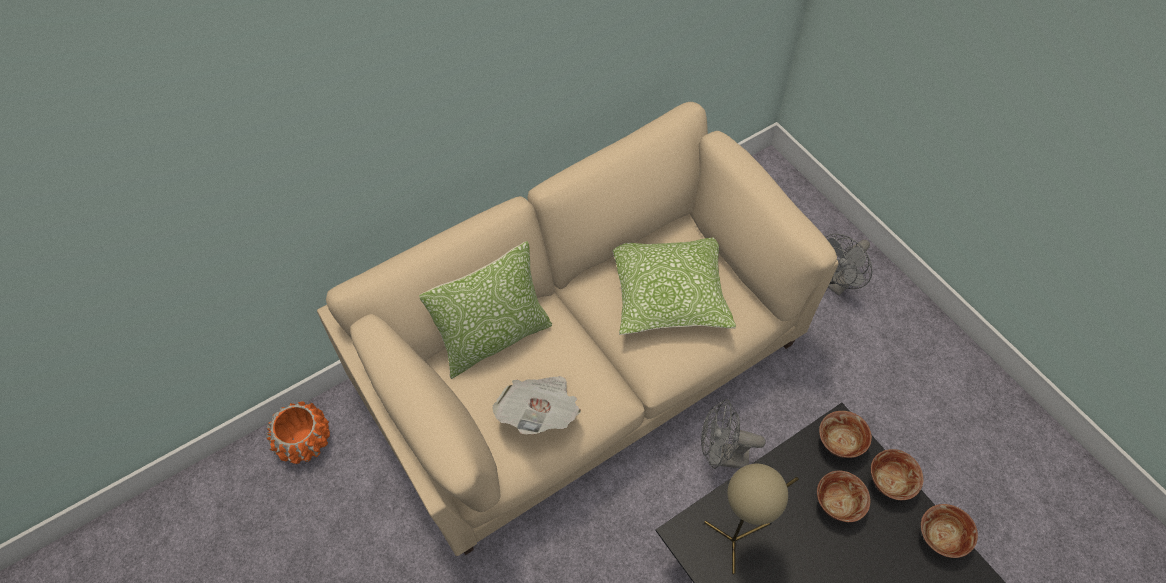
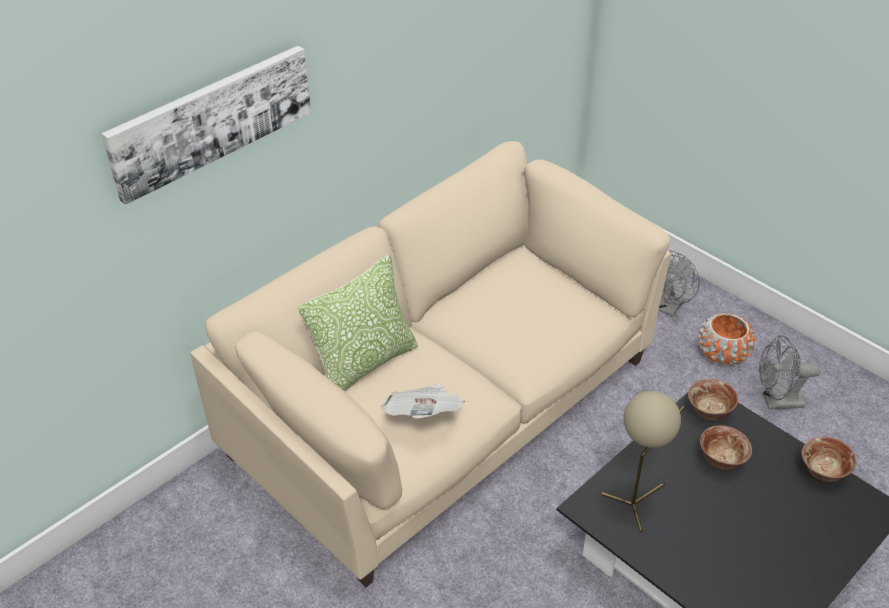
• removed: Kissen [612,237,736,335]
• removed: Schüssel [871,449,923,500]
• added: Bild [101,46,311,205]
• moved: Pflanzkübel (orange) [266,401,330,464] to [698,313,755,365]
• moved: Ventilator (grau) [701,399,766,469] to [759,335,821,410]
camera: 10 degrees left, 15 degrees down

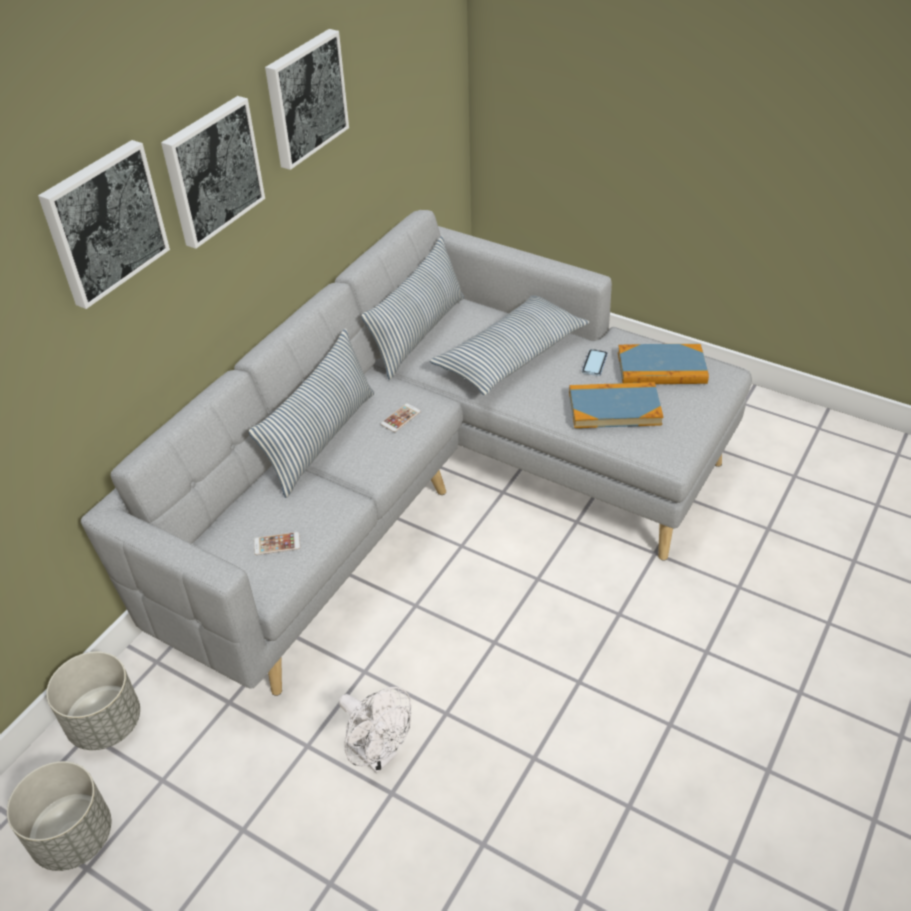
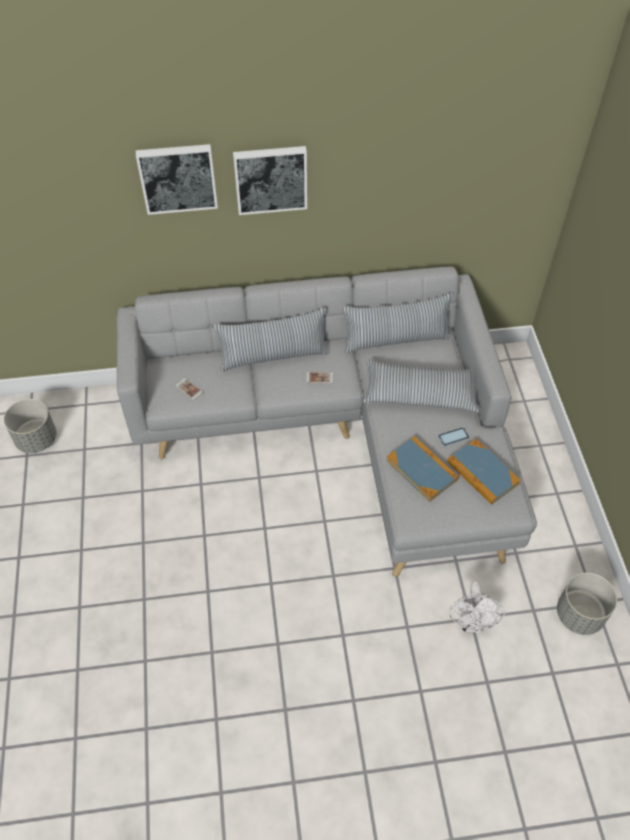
• removed: Bild [265,29,349,170]
• moved: Pflanzkübel (grau) [46,652,140,750] to [557,573,617,635]
• moved: Ventilator (weiß) [339,687,411,773] to [449,581,505,633]
camera: 50 degrees right, 10 degrees up

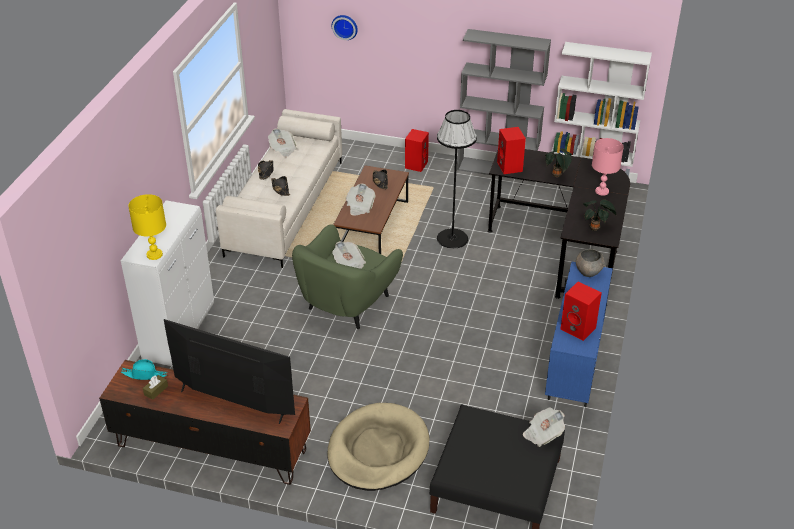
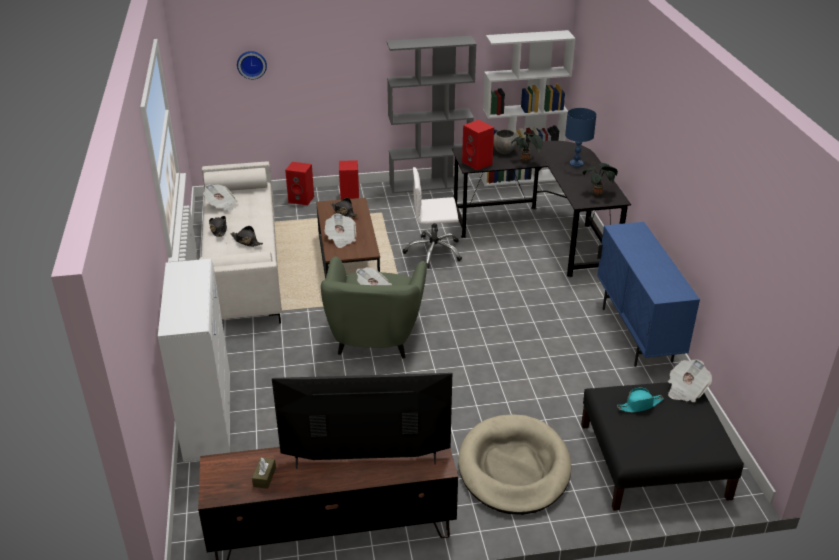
• removed: Tischlampe (gelb) [128,194,166,260]
• moved: Hut (türkis) [121,359,167,380] to [617,388,664,413]
• moved: Lautsprecher (rot) [561,281,602,341] to [285,162,314,205]
• moved: Schüssel (grau) [576,249,605,277] to [493,130,519,154]
• replaced: Stehlampe (schwarz) [437,110,477,249] to Bürostuhl (weiß) [403,167,462,268]
• recoloured: Tischlampe (rosa) [592,138,624,196] to Tischlampe (blau) [565,108,596,167]
camera: 25 degrees left, 5 degrees down

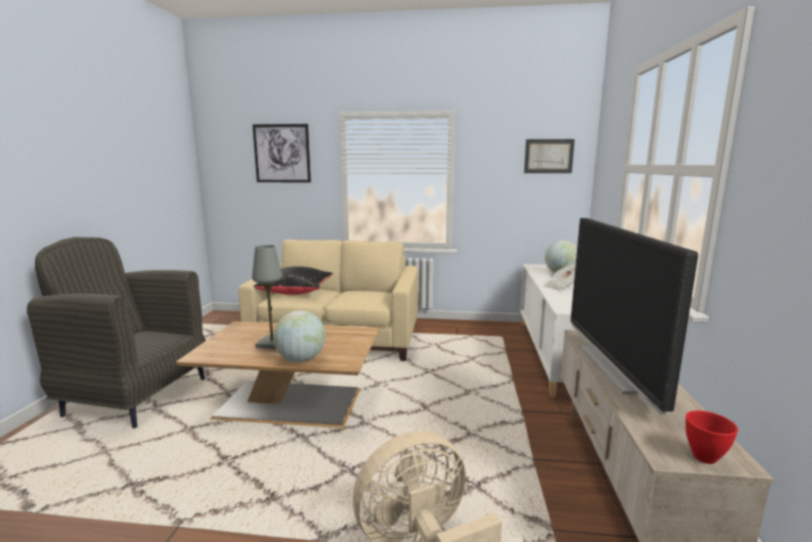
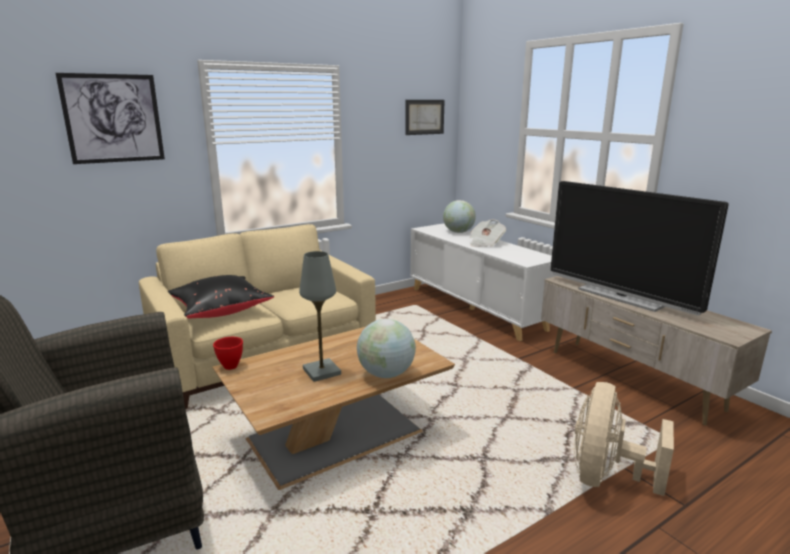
• moved: Schüssel (rot) [686,410,738,464] to [213,337,243,370]
camera: 40 degrees left, 5 degrees up

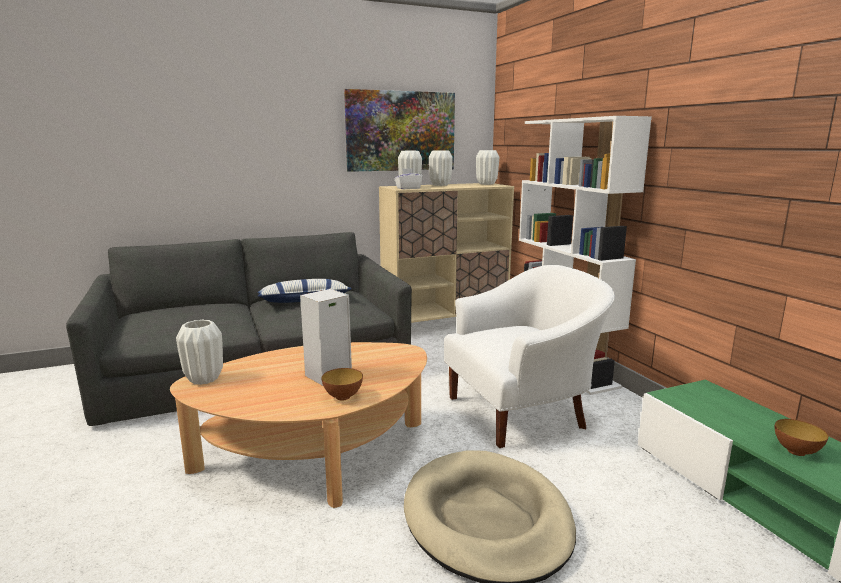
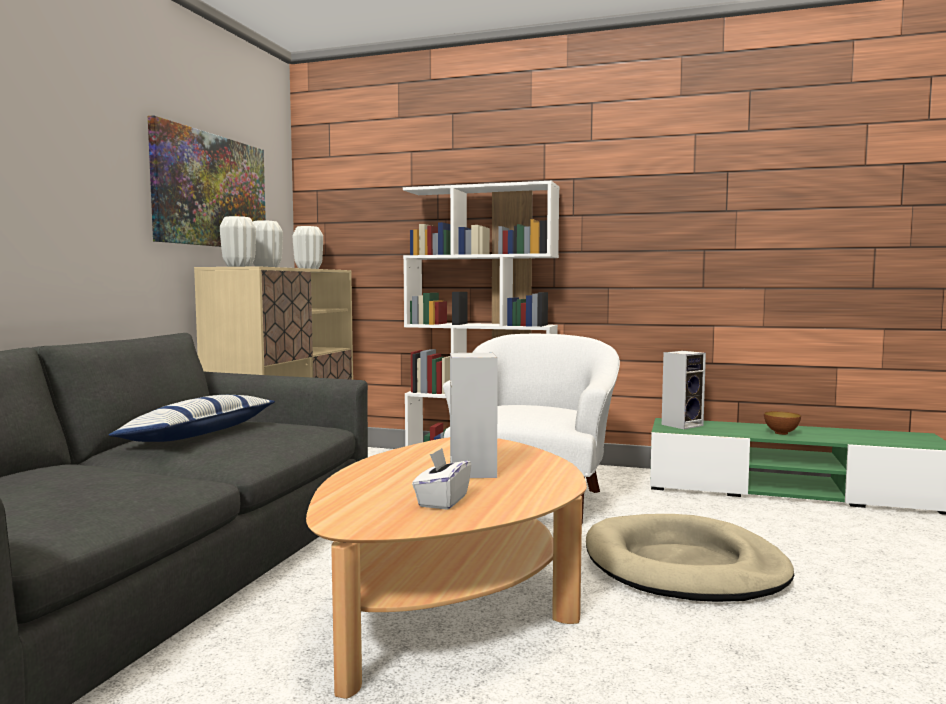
• removed: Vase (weiß) [176,320,223,385]
• removed: Schüssel [322,368,363,401]
• added: Lautsprecher [662,351,706,429]
• moved: Taschentuchbox (weiß) [394,168,423,189] to [412,448,471,510]
camera: 50 degrees left, 10 degrees down

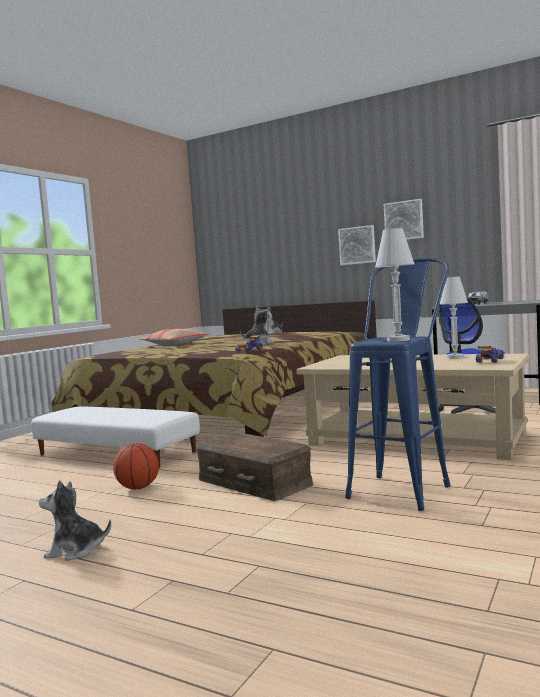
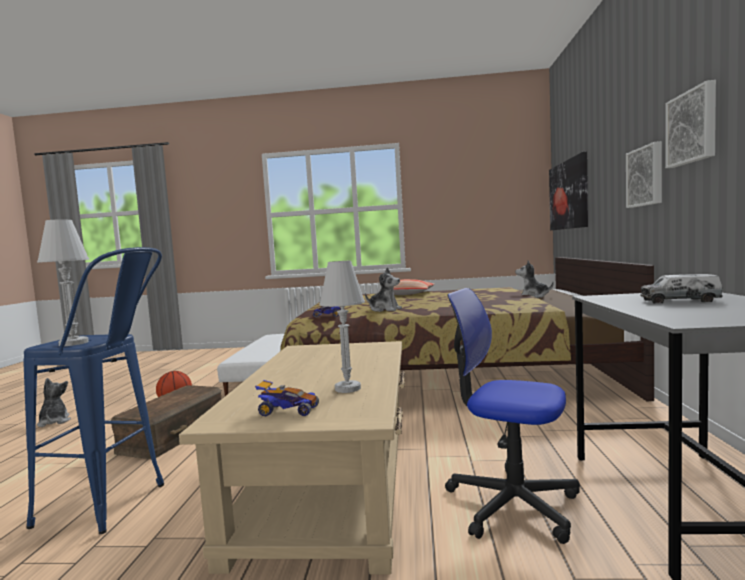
• added: Bild [549,152,588,230]
camera: 65 degrees right, 0 degrees up

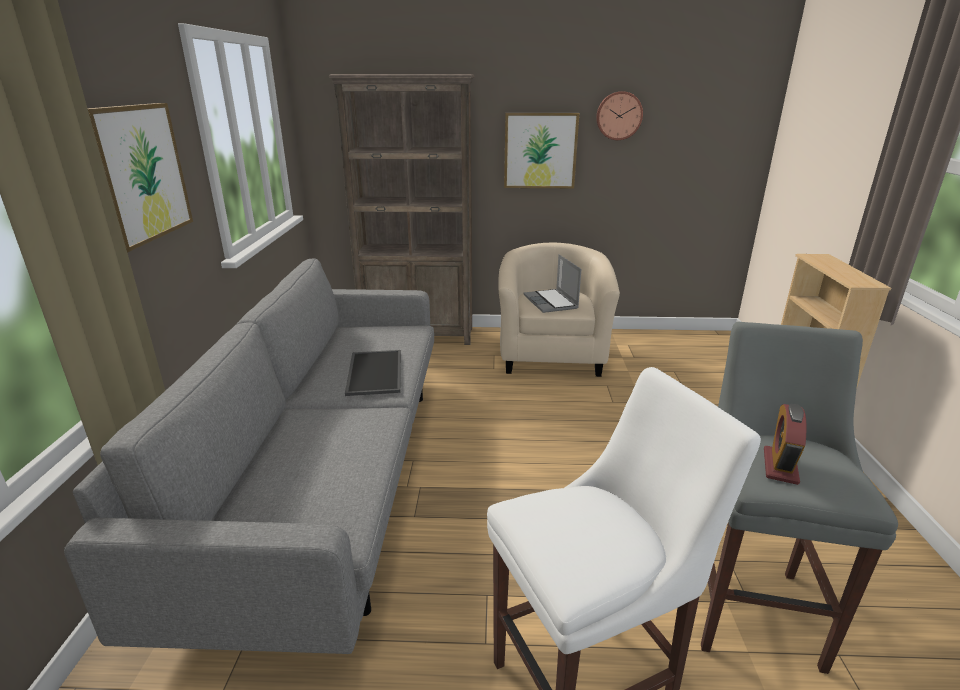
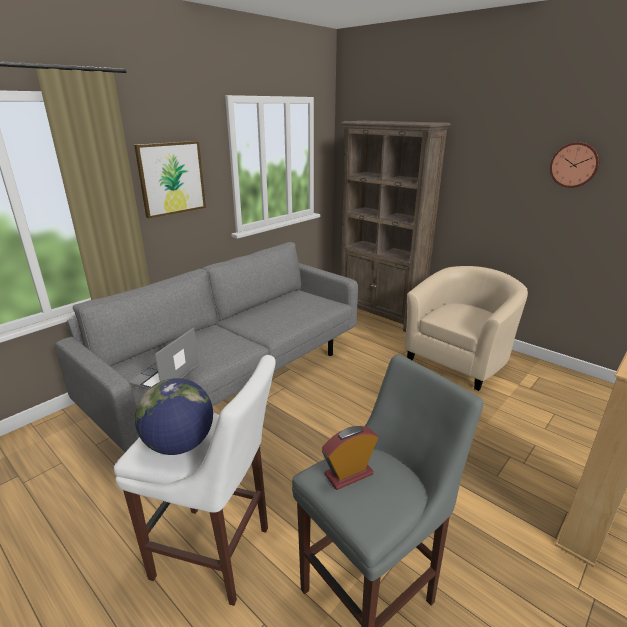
• removed: Tablett [345,350,401,396]
• removed: Bild [504,113,579,188]
• added: Globus [135,378,213,455]
• moved: Laptop [524,254,581,313] to [129,328,199,390]
camera: 40 degrees right, 0 degrees up

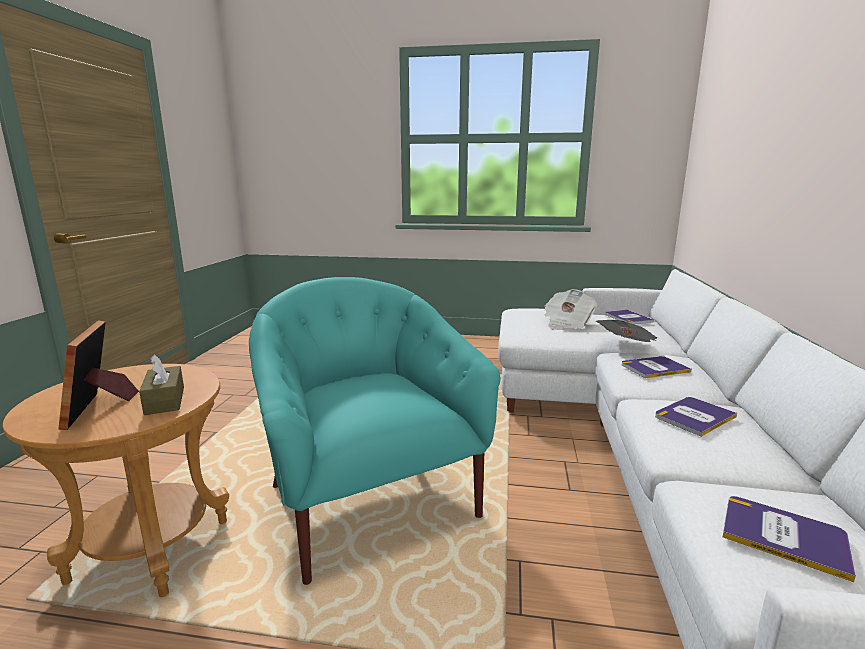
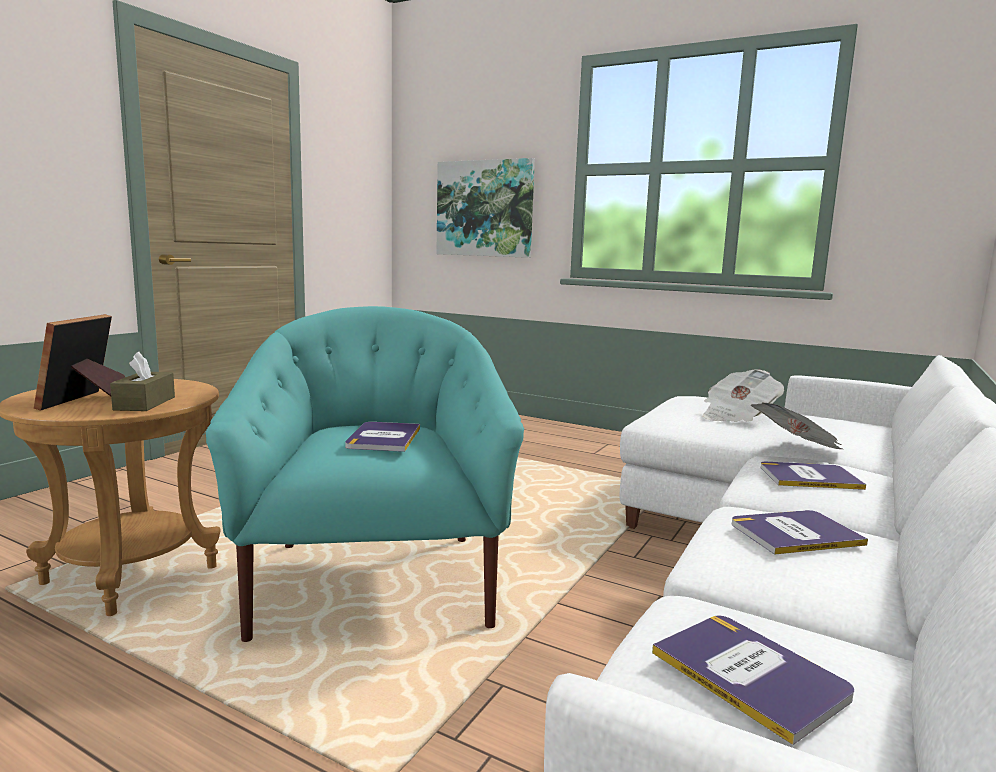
• added: Bild [436,158,535,258]
• moved: Buch [605,310,654,324] to [345,422,420,452]
camera: 20 degrees right, 5 degrees down

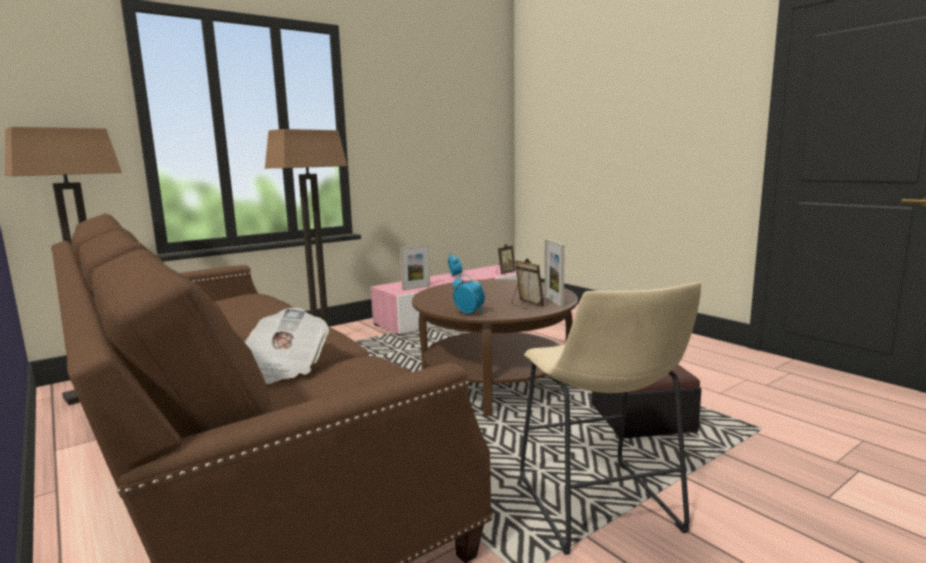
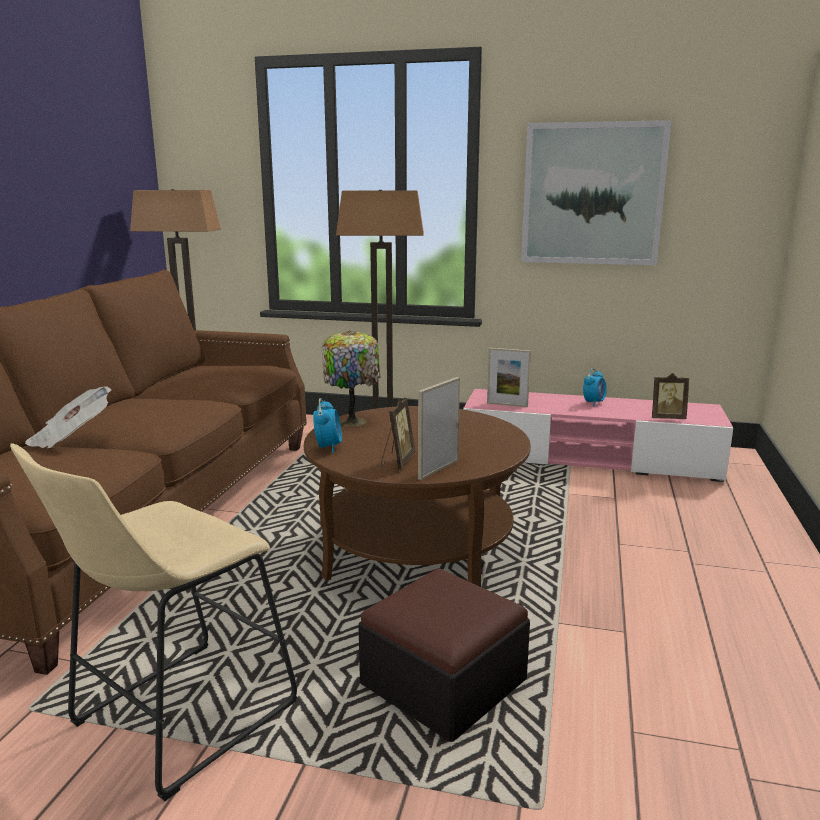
• added: Tischlampe [322,330,380,426]
• added: Bild [521,120,672,265]
camera: 50 degrees right, 5 degrees up

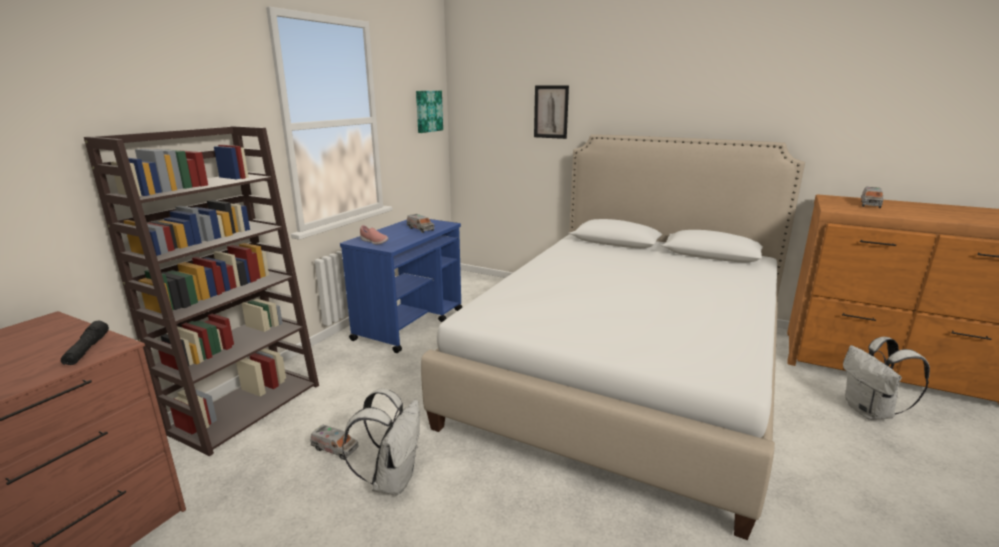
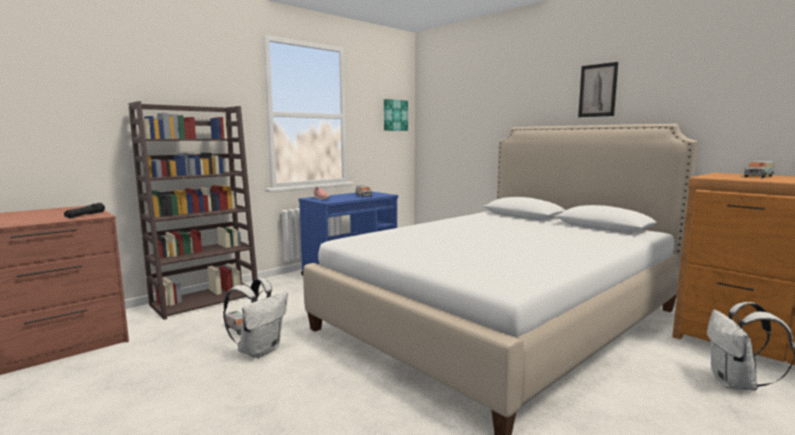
• moved: Bild [534,85,569,139] to [578,62,618,117]
camera: 20 degrees right, 10 degrees down

